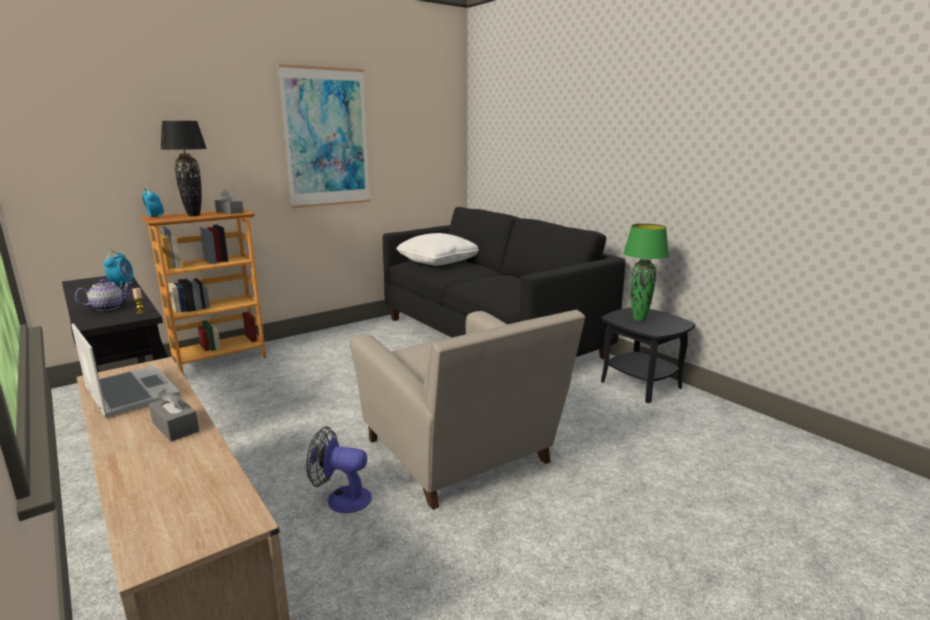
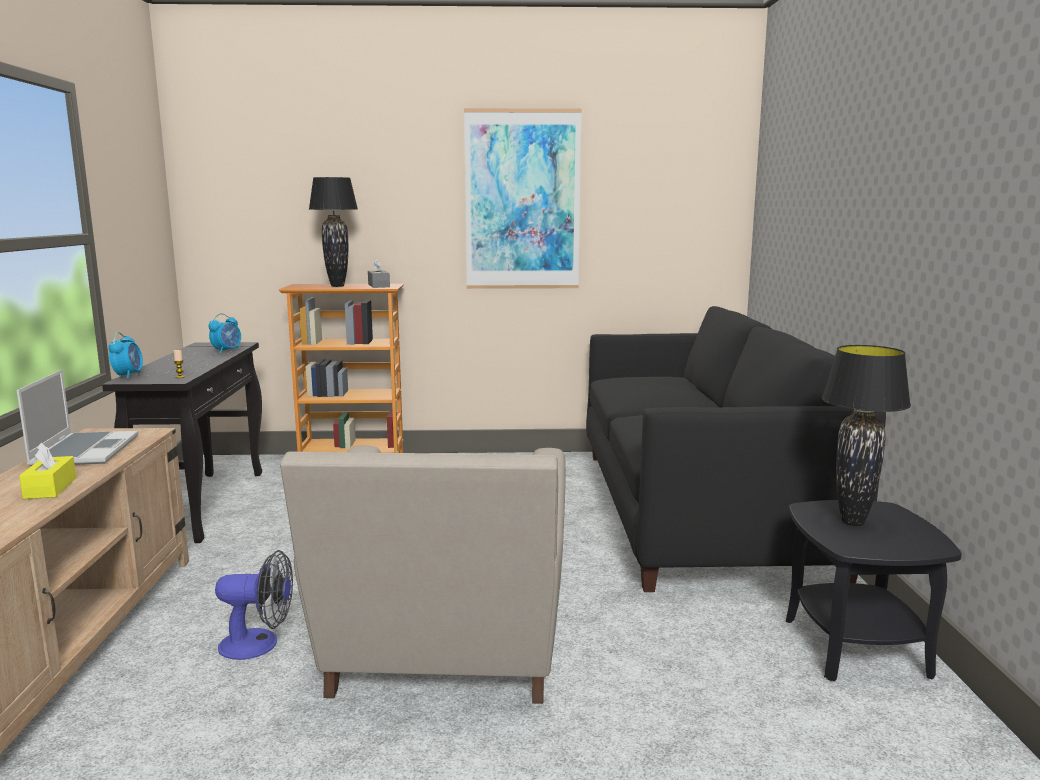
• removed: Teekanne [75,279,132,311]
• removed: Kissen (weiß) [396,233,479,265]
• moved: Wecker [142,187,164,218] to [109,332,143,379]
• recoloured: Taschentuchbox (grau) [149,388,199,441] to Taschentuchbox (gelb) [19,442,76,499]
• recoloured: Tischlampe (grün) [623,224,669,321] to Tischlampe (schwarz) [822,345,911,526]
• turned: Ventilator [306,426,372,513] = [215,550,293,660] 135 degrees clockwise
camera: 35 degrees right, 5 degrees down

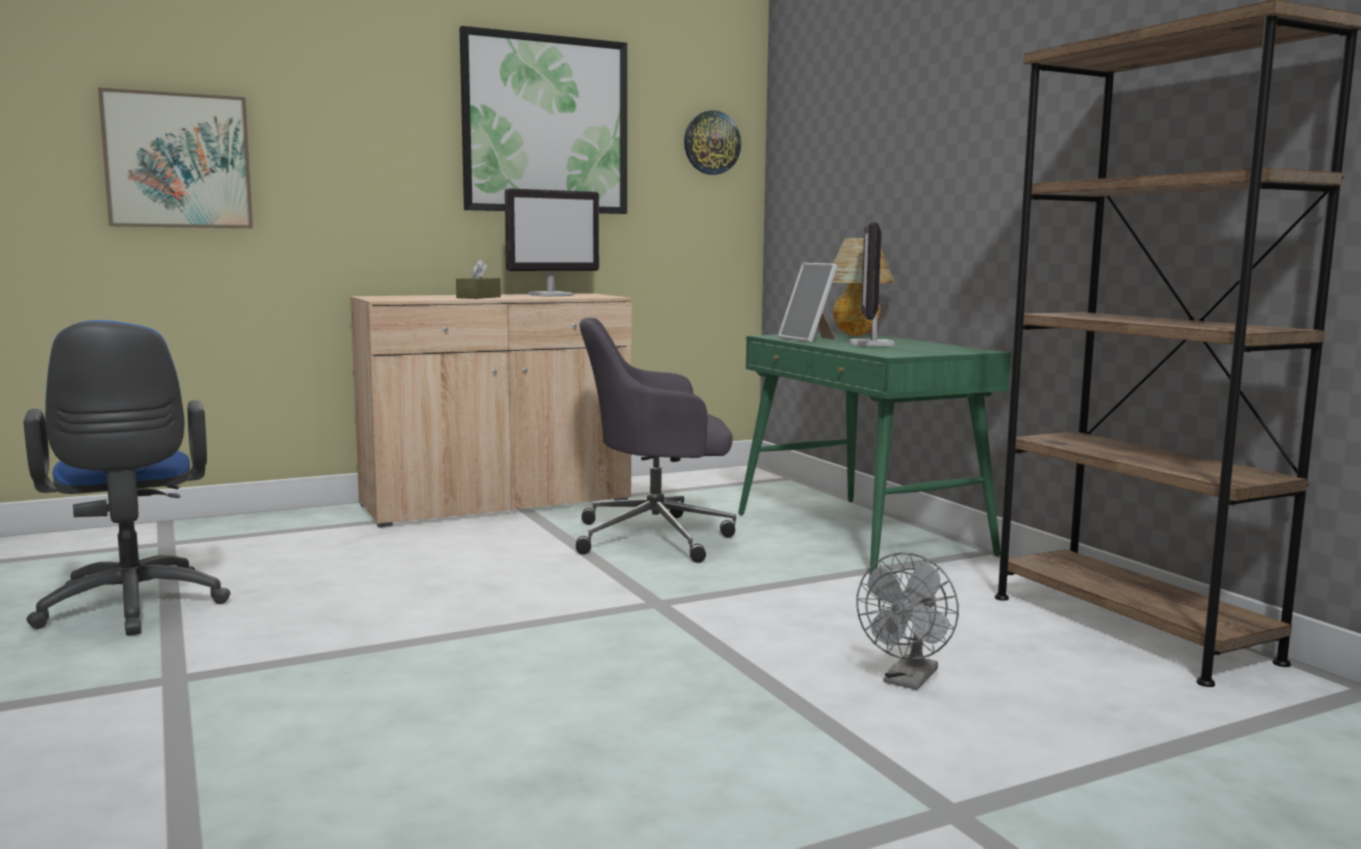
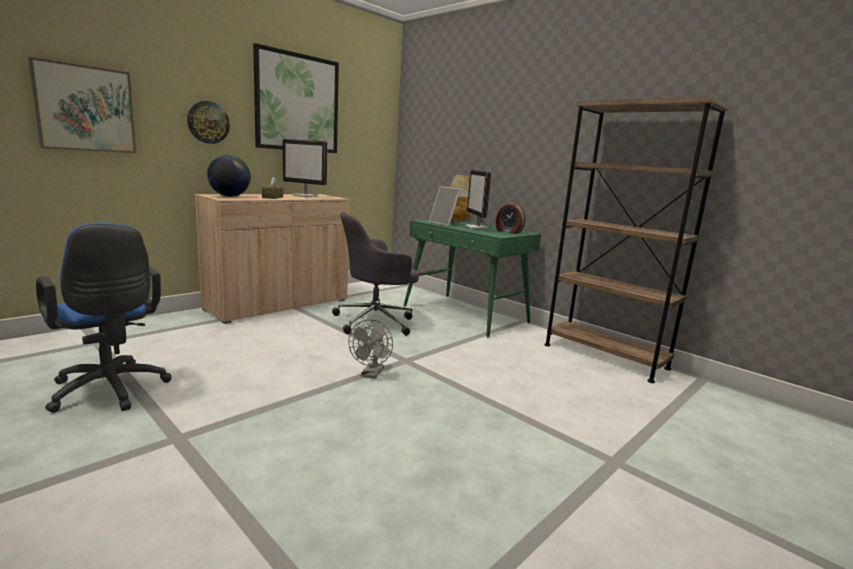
• added: Globus [207,155,251,197]
• added: Wecker [496,203,525,234]
• moved: Wanduhr [684,110,741,175] to [187,101,230,144]
• moved: Ventilator (grau) [856,553,959,690] to [348,320,393,379]
• turned: Monitor [505,188,599,297] = [283,139,327,197] 75 degrees clockwise
camera: 20 degrees left, 5 degrees up

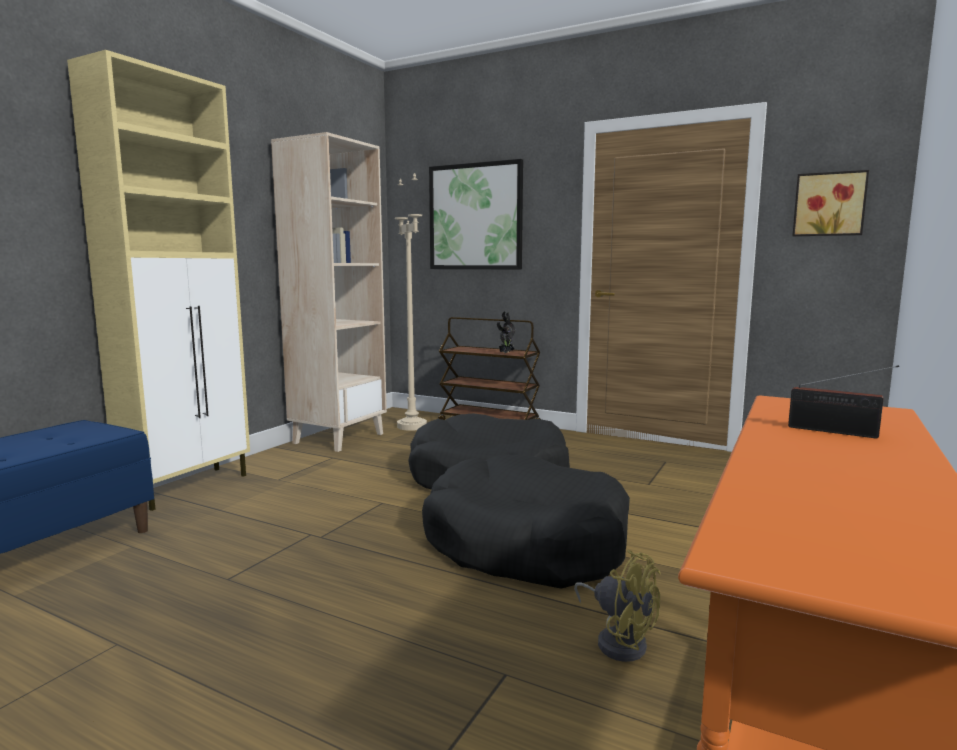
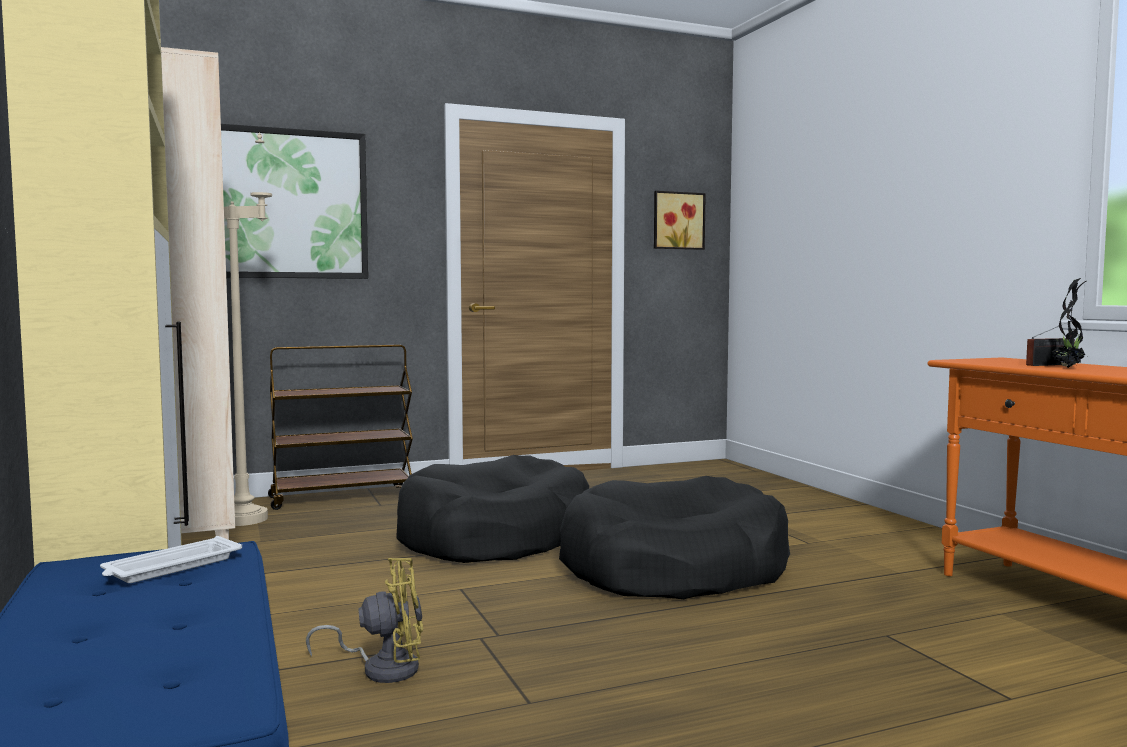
• added: Tablett (weiß) [100,536,242,583]
• moved: Topfpflanze [497,312,515,353] to [1052,278,1087,368]
• moved: Ventilator (gelb) [574,550,661,662] to [306,558,423,683]
camera: 50 degrees left, 5 degrees down

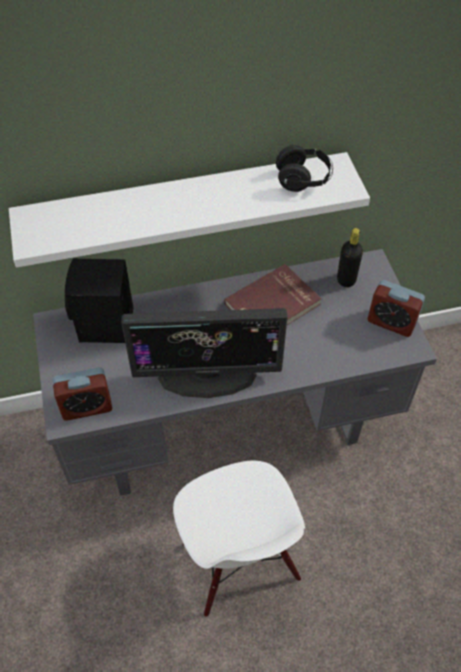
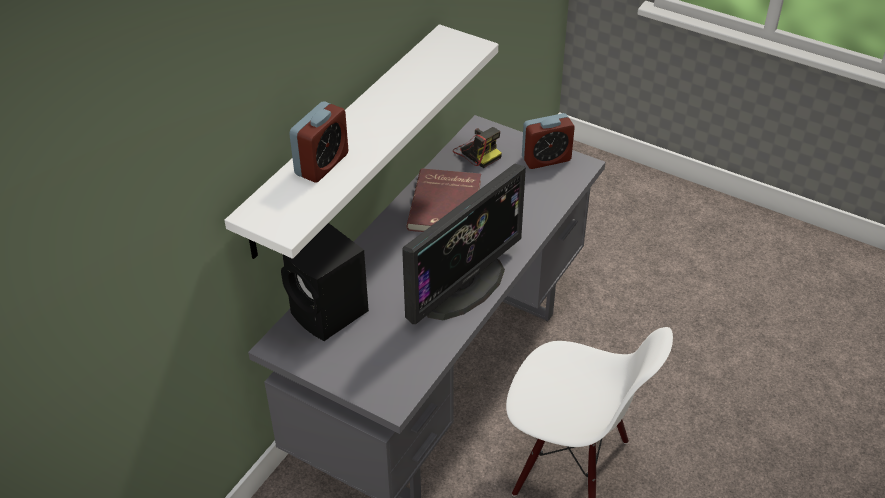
• removed: Kopfhörer (schwarz) [276,145,333,192]
• moved: Wecker [53,367,112,421] to [289,101,348,183]
• replaced: Flasche (schwarz) [337,228,363,287] to Kamera [453,127,502,168]
camera: 45 degrees left, 10 degrees down

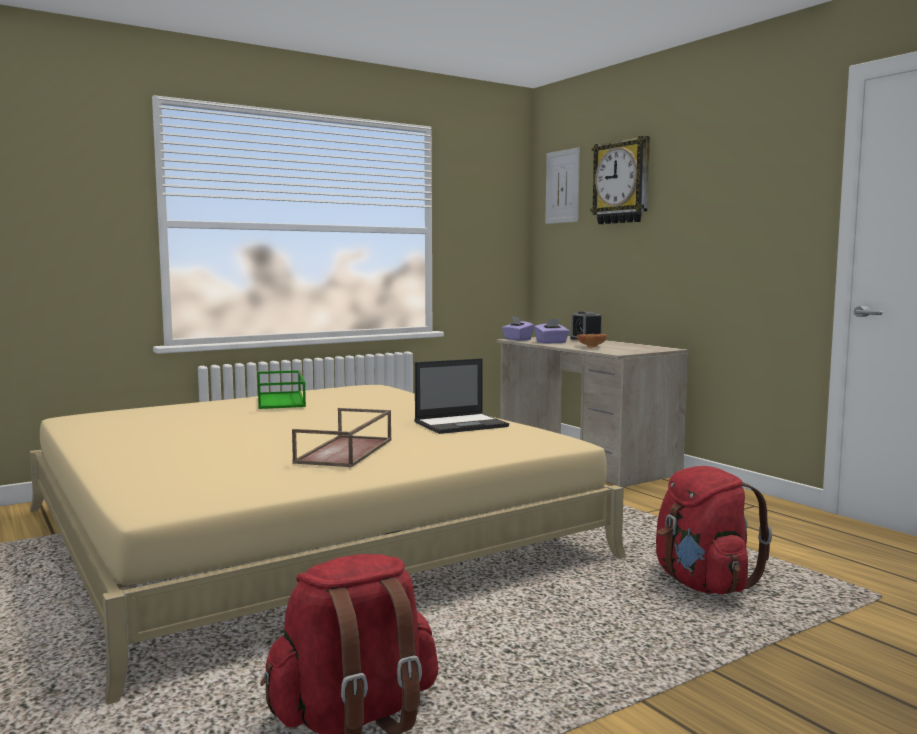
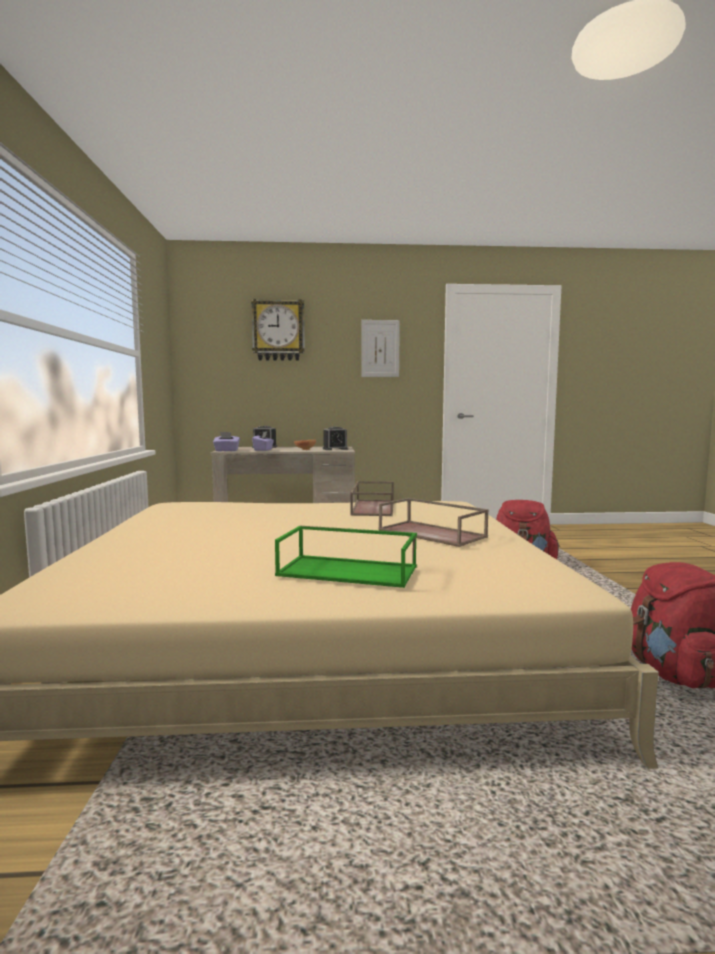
• added: Wecker [323,426,348,450]
• moved: Tablett (grün) [257,370,306,409] to [275,525,417,588]
• moved: Bild [545,147,580,224] to [361,320,400,377]
• replaced: Laptop [414,358,509,434] to Tablett (braun) [350,481,394,516]
camera: 60 degrees left, 0 degrees up

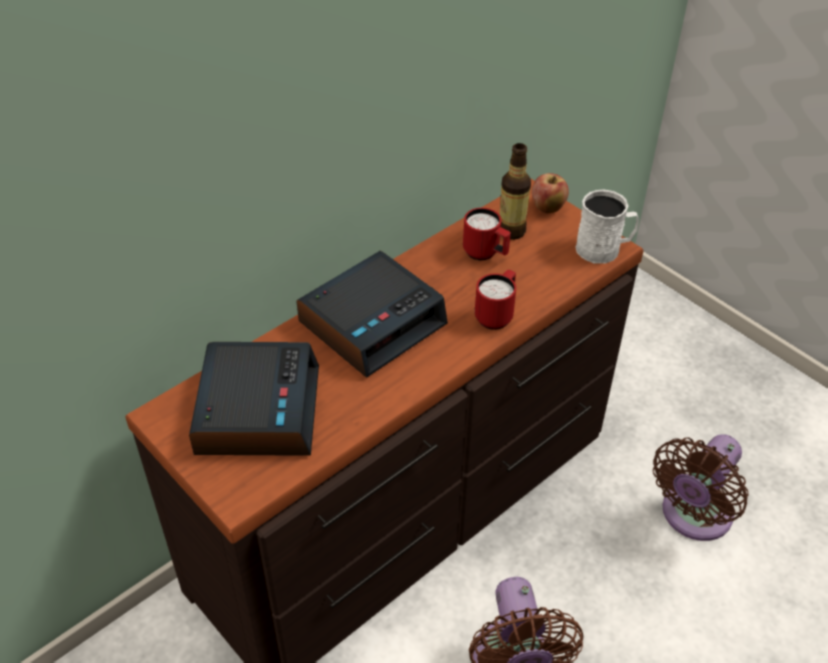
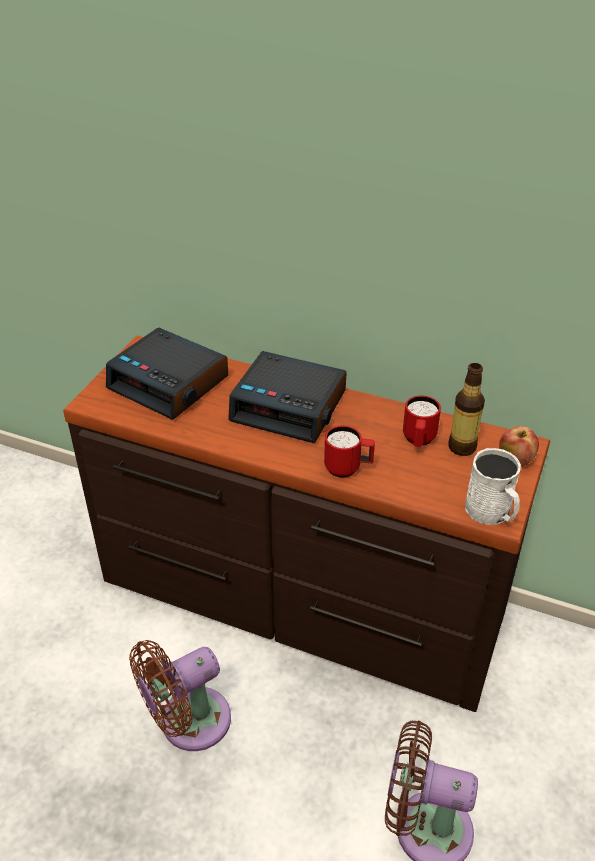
• turned: Wecker [189,342,319,456] = [106,328,228,420] 60 degrees clockwise
camera: 65 degrees right, 5 degrees down

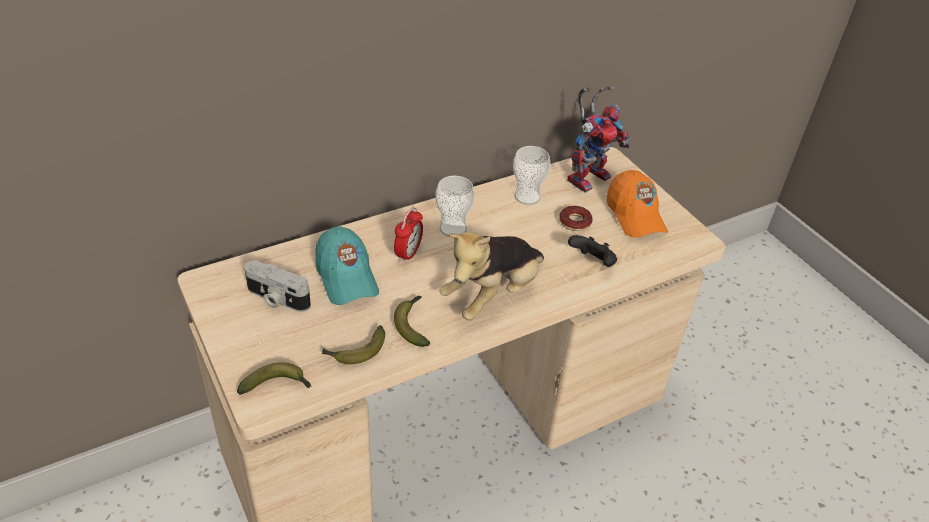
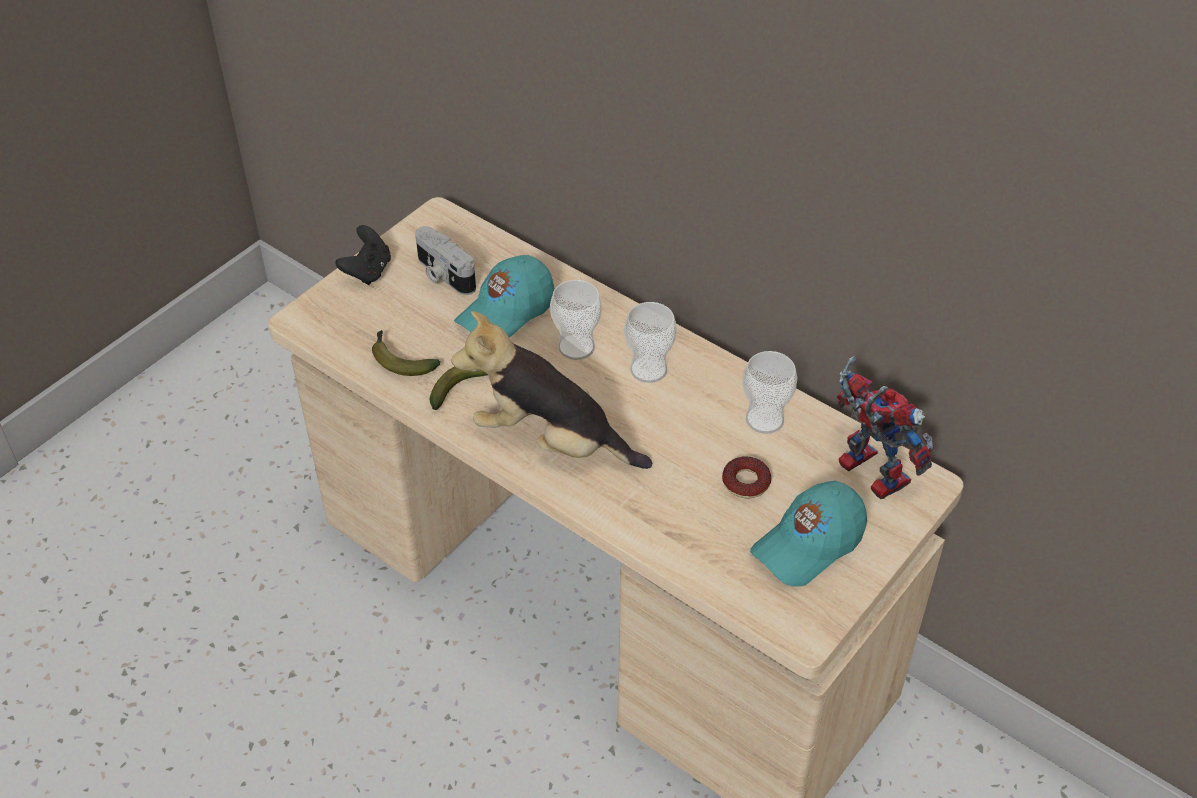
• removed: Banane [237,362,312,394]
• moved: Gamepad (schwarz) [568,235,617,267] to [335,225,391,285]
• replaced: Wecker [394,207,423,264] to Tasse [550,280,602,360]
• recoloured: Kappe (orange) [607,170,668,237] to Kappe (türkis) [750,481,867,587]
• turned: Kamera [244,261,311,312] = [415,226,476,295] 45 degrees counterclockwise
• turned: Spielzeugroboter [567,86,631,193] = [837,356,934,499] 150 degrees counterclockwise
camera: 70 degrees right, 5 degrees up

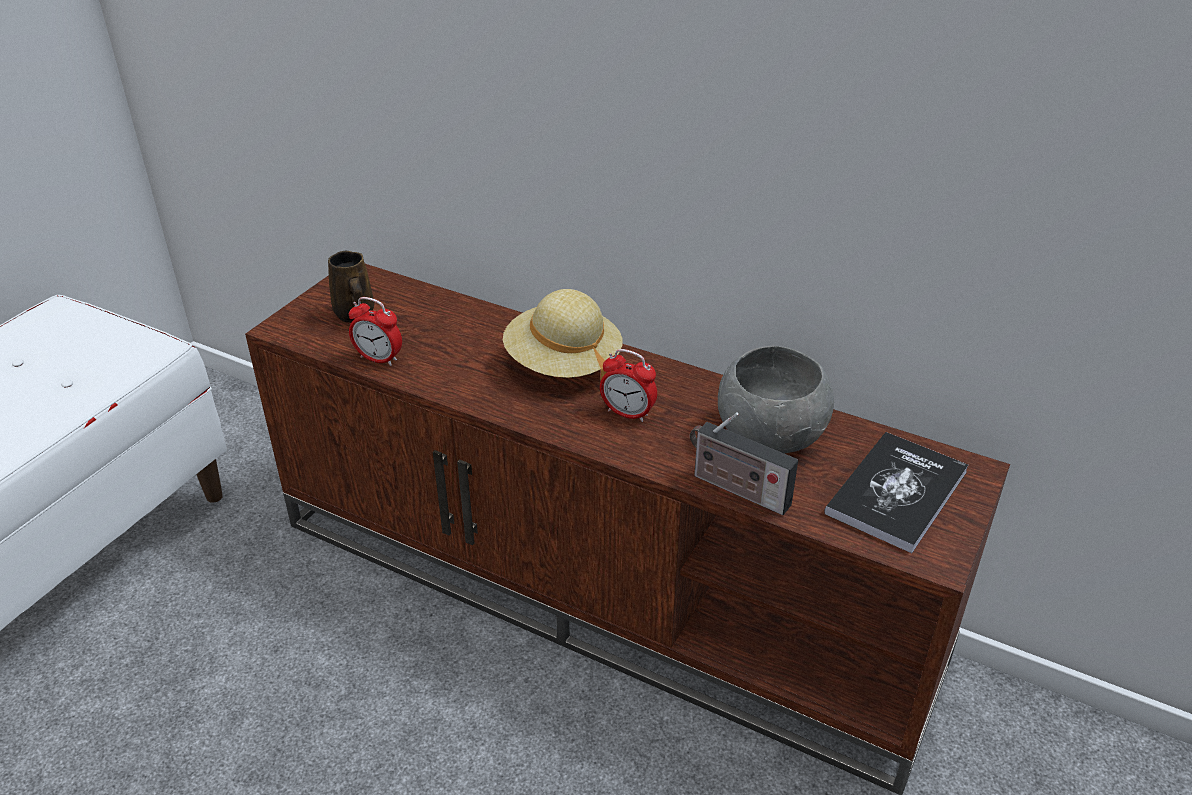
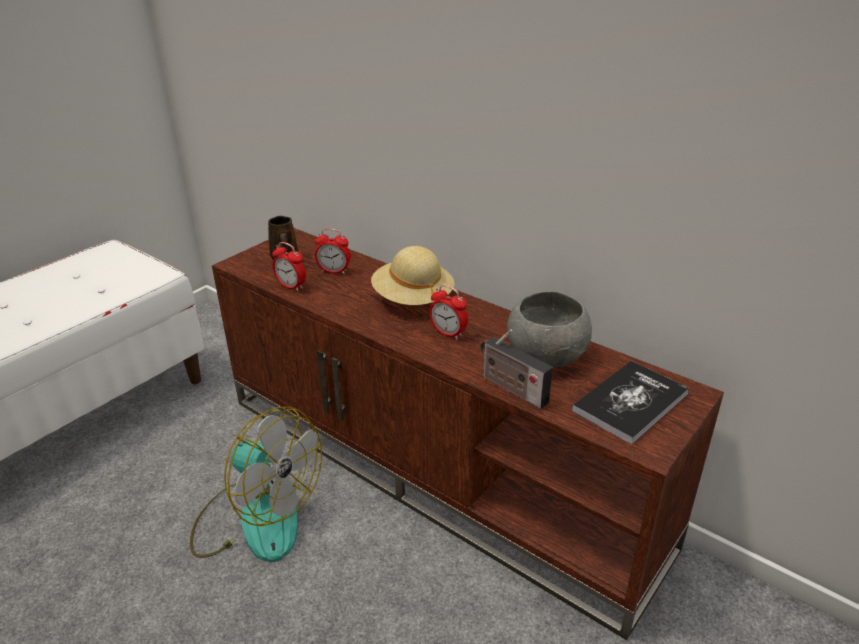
• added: Ventilator [190,407,322,562]
• added: Wecker [315,229,351,274]
camera: 10 degrees right, 5 degrees down

